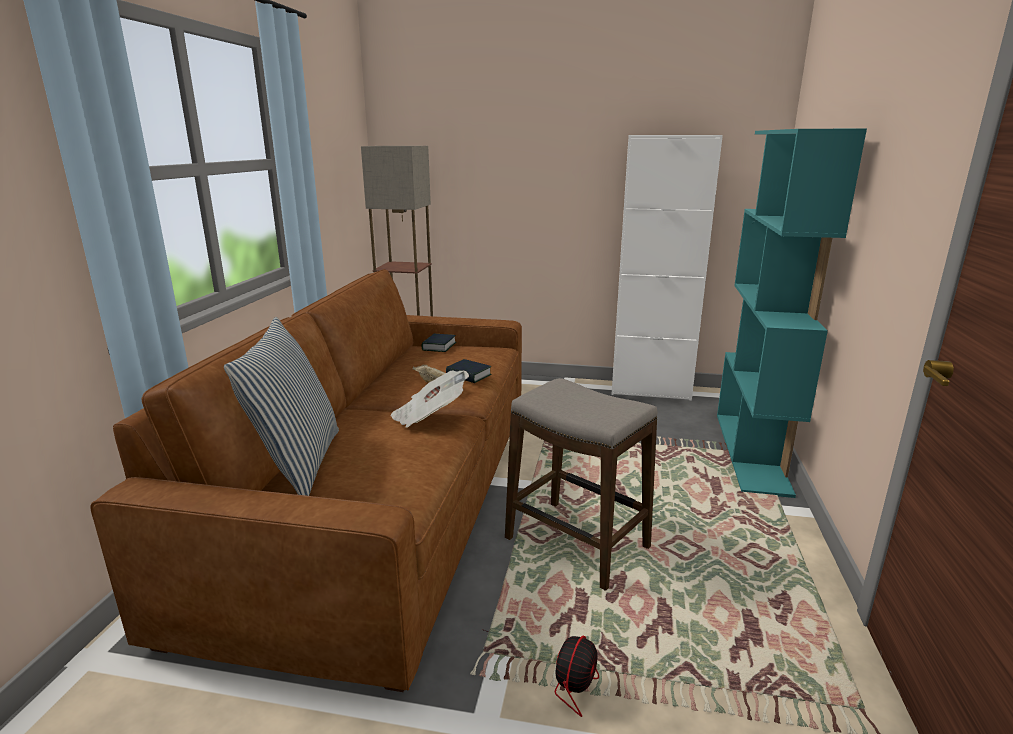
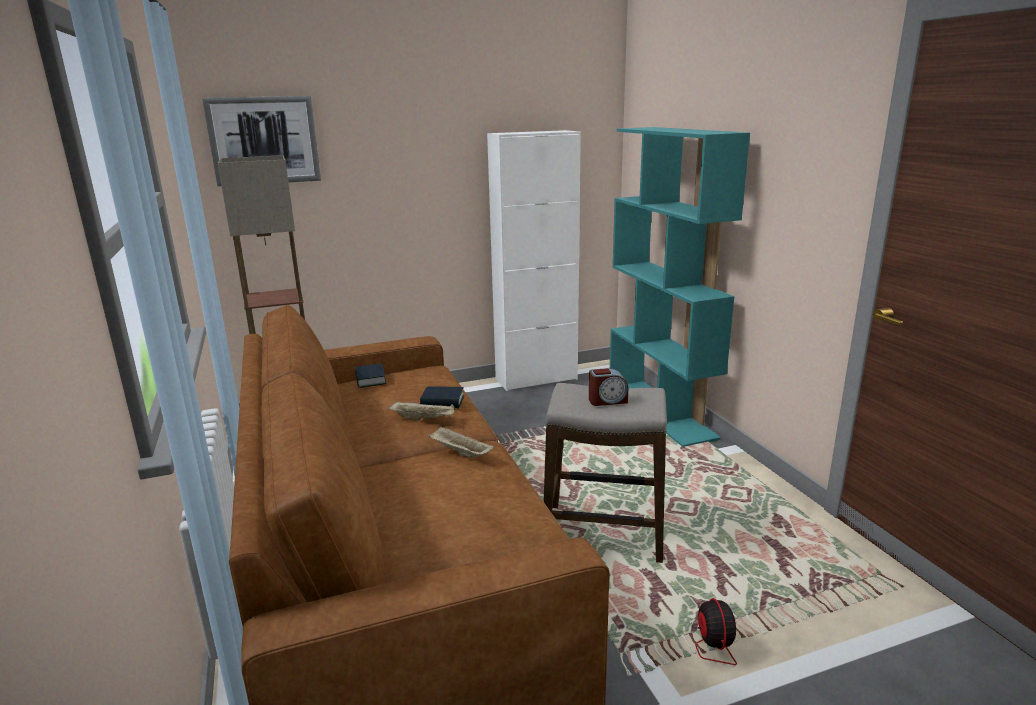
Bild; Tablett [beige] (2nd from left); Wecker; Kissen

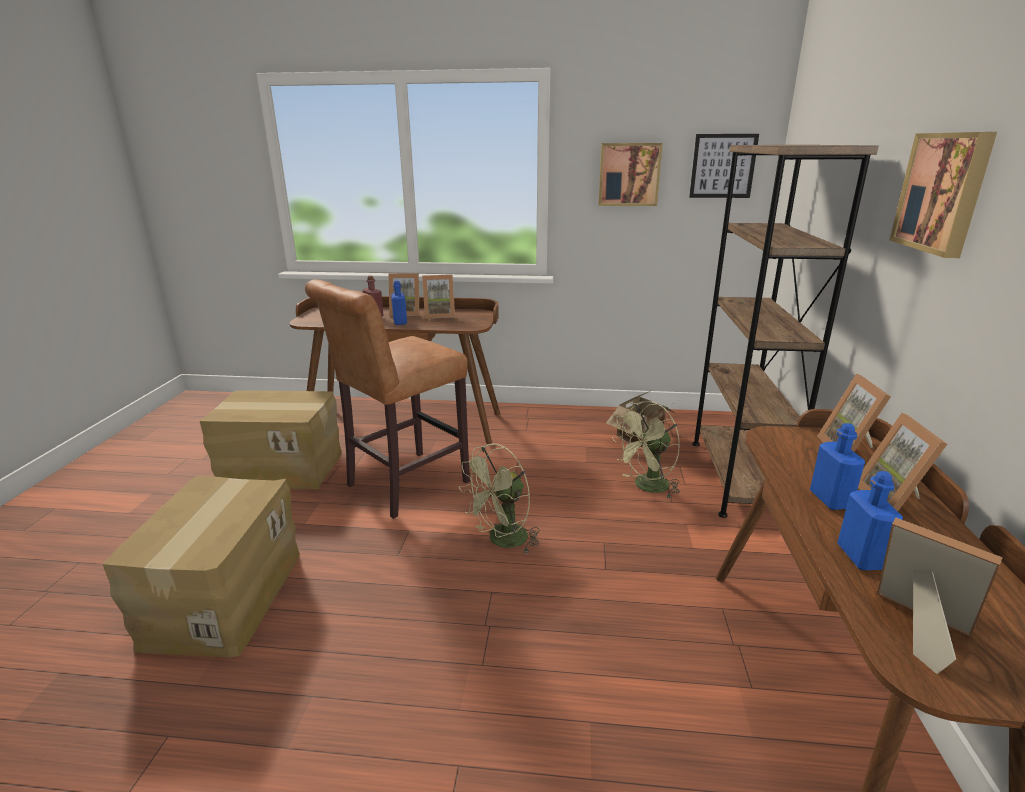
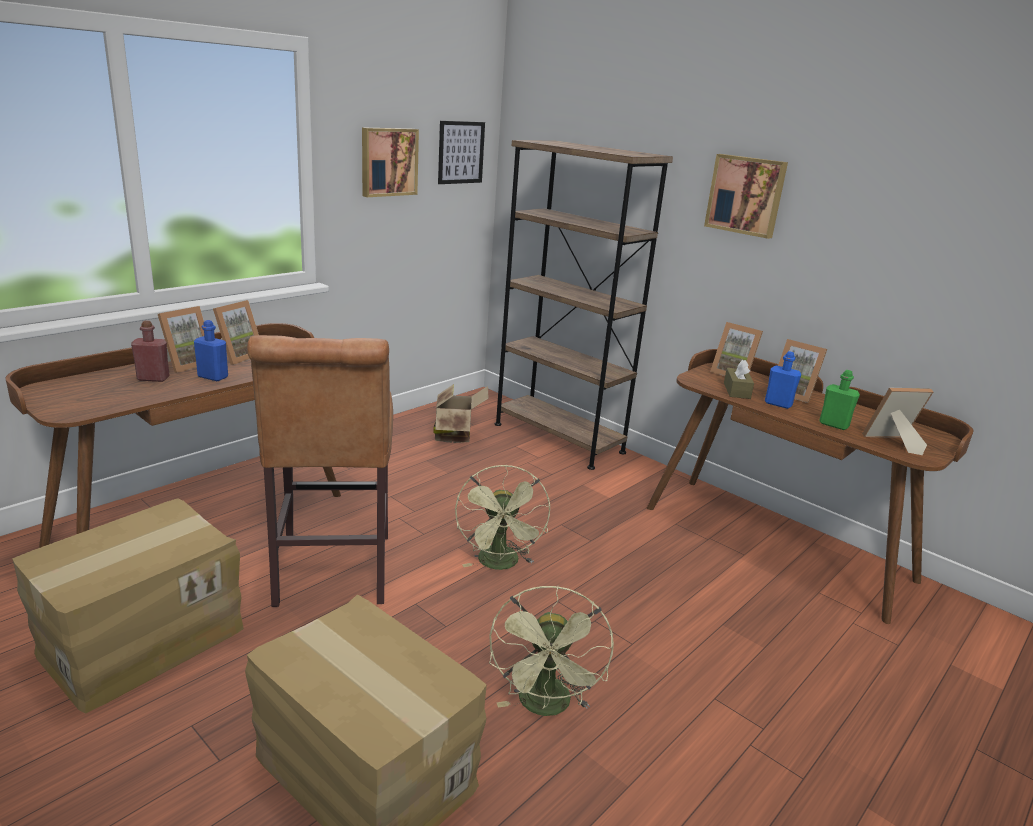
Ventilator [grün] (2nd from left); Taschentuchbox [braun]; Flasche [grün]

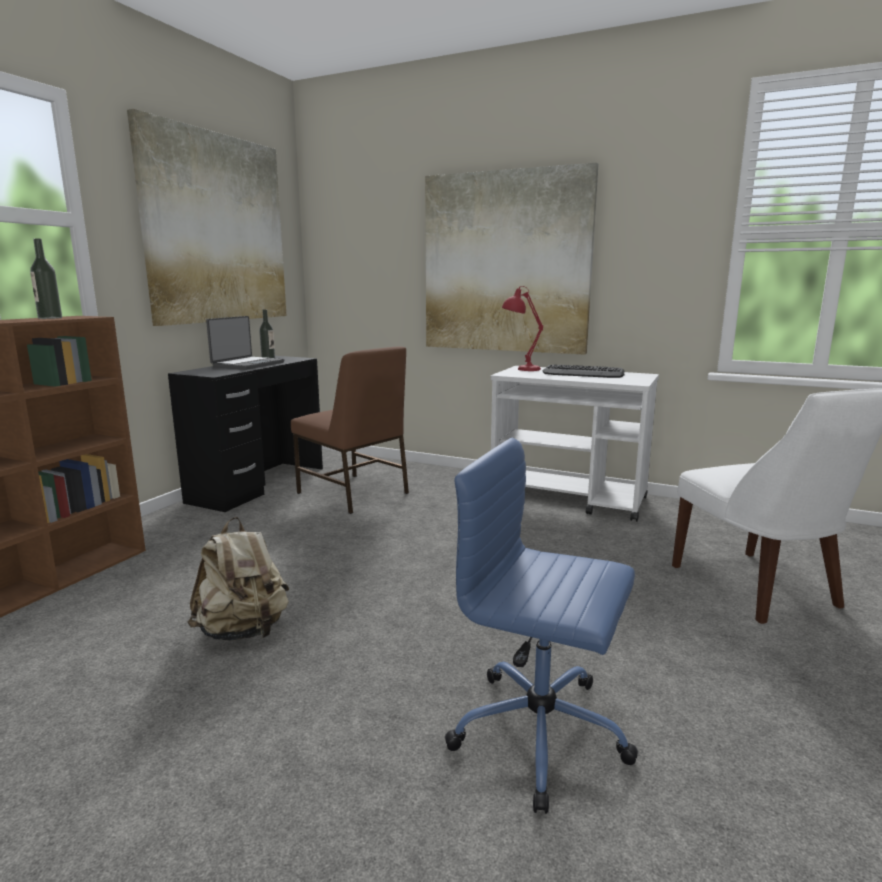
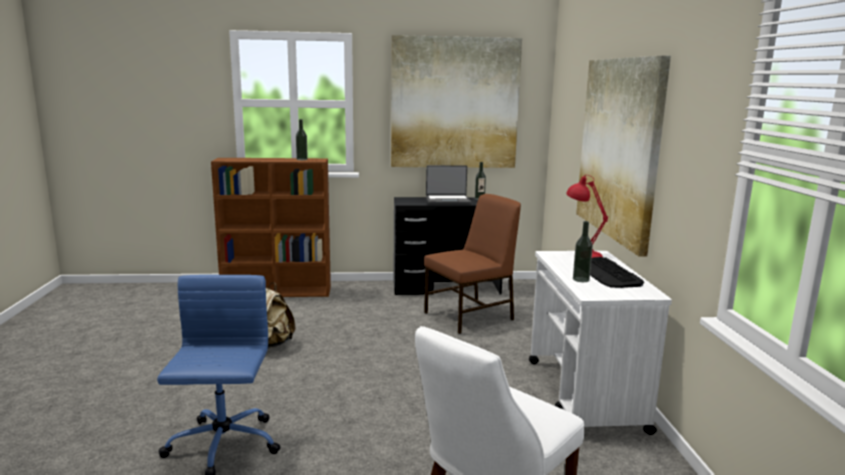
Stuhl [braun]; Flasche (3rd from left)

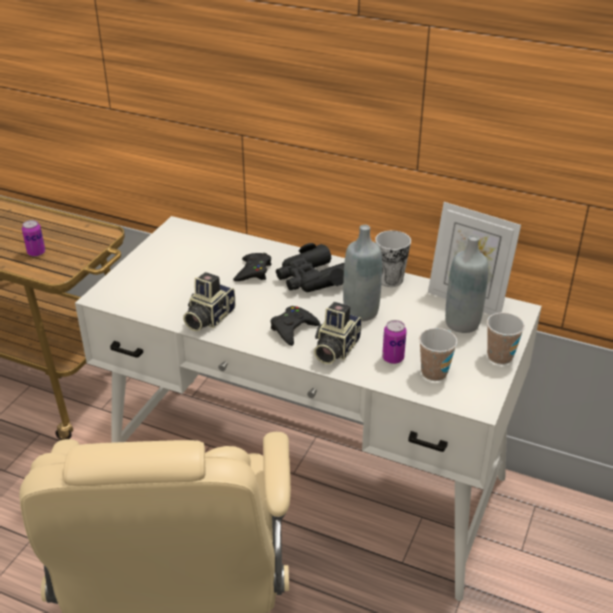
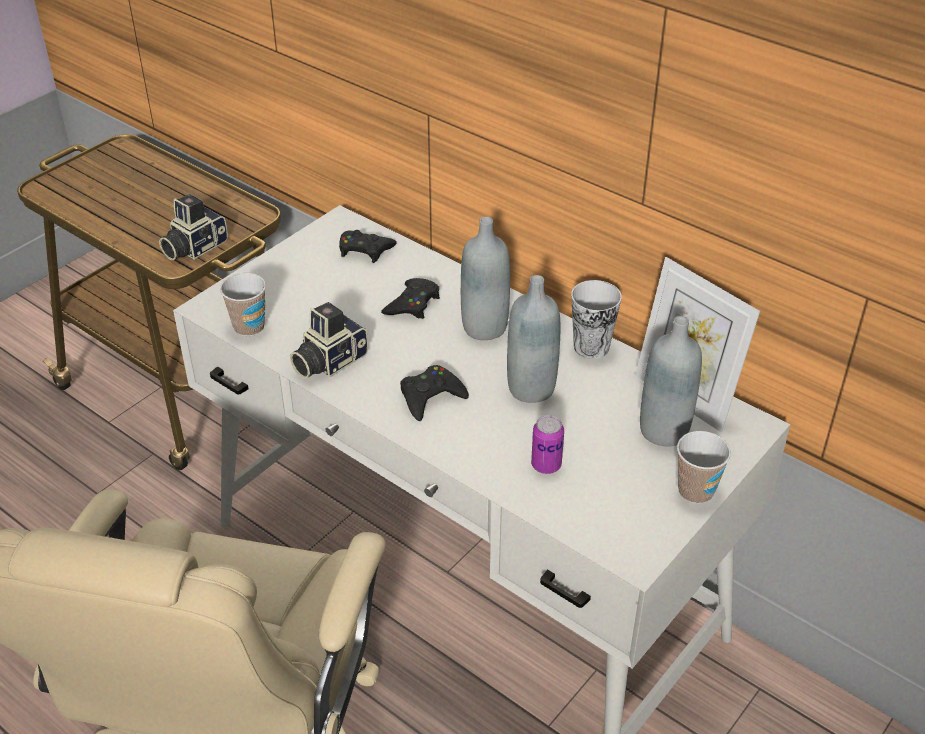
Kamera (1st from left); Tasse (1st from left); Gamepad [schwarz] (1st from left); Flasche [grau] (1st from left); Dose (1st from left in the first image)

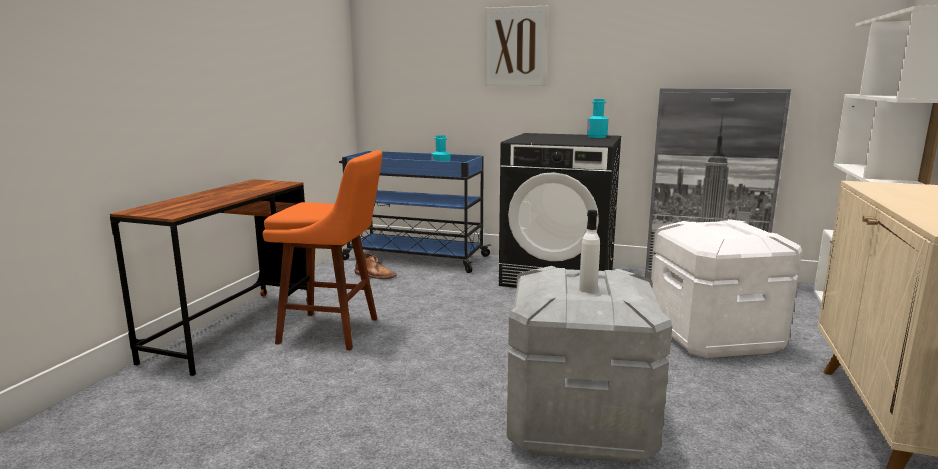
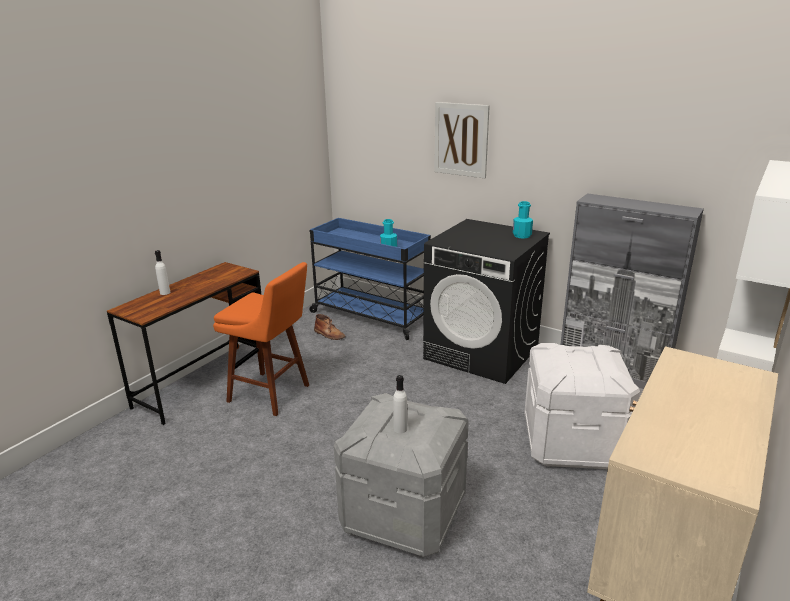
Flasche [weiß] (1st from left)

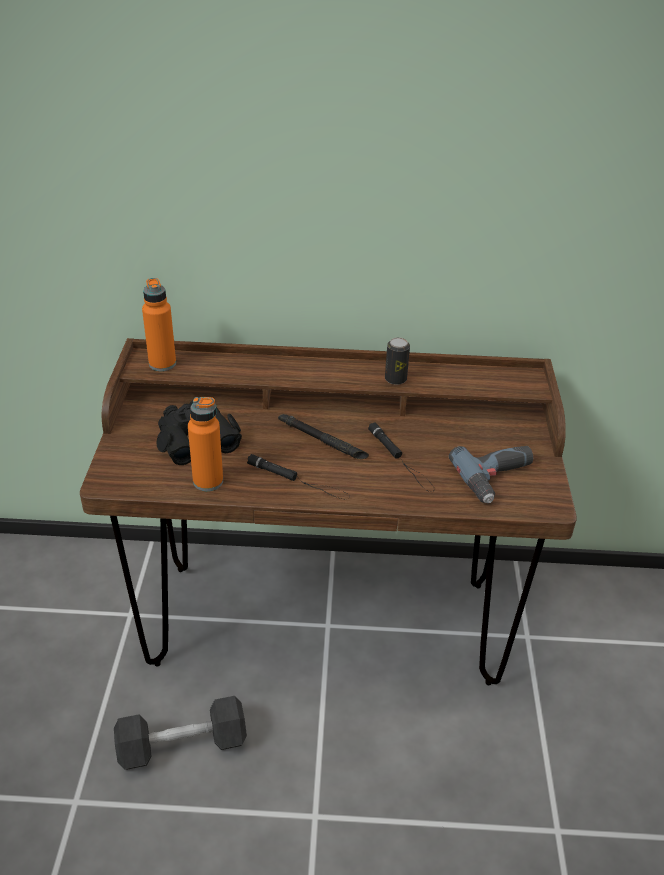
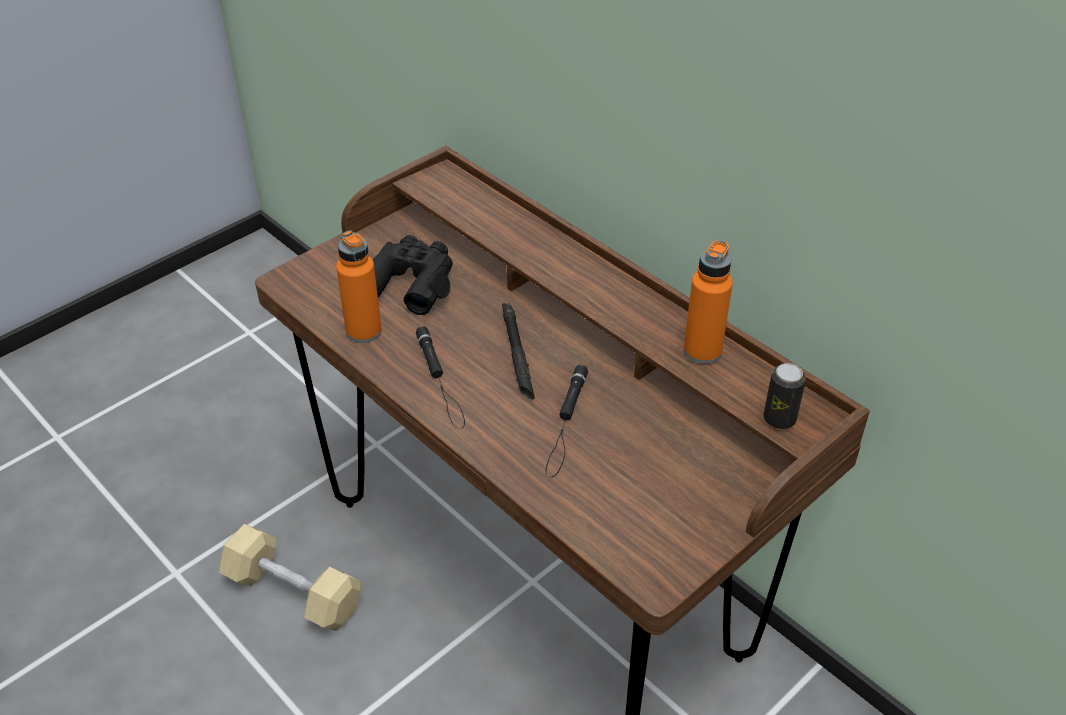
Hantel [beige]; Flasche [orange] (2nd from left); Dose; Bohrmaschine

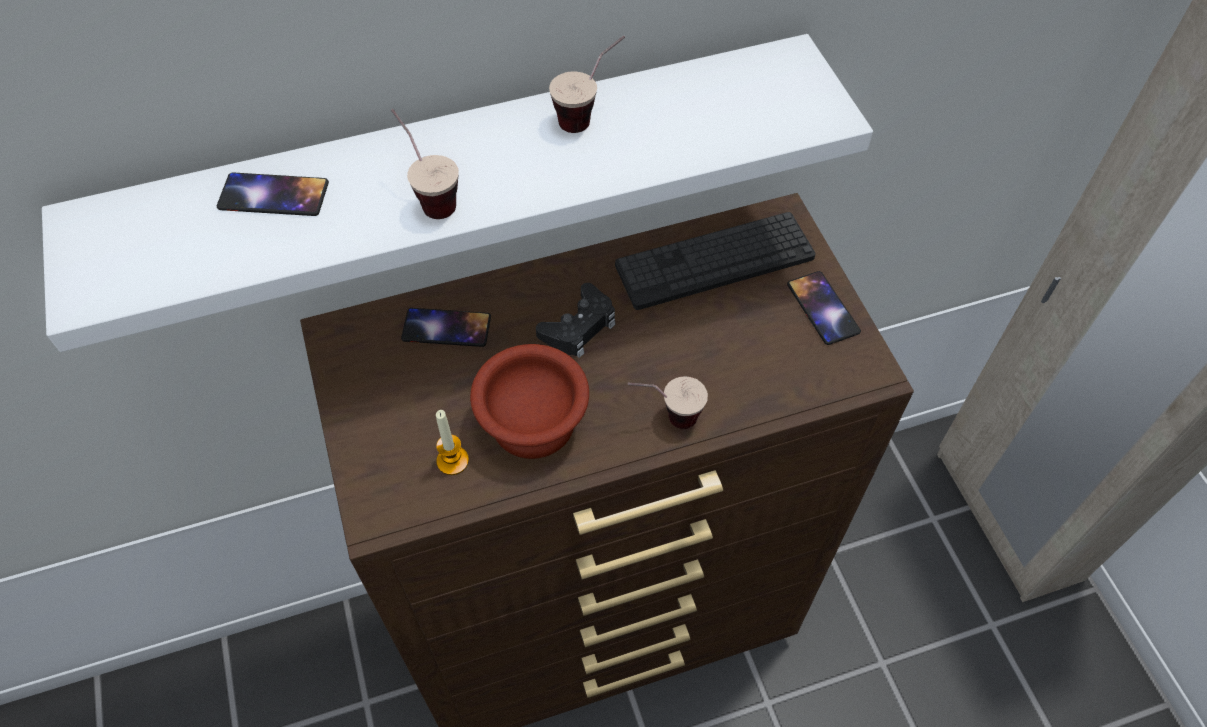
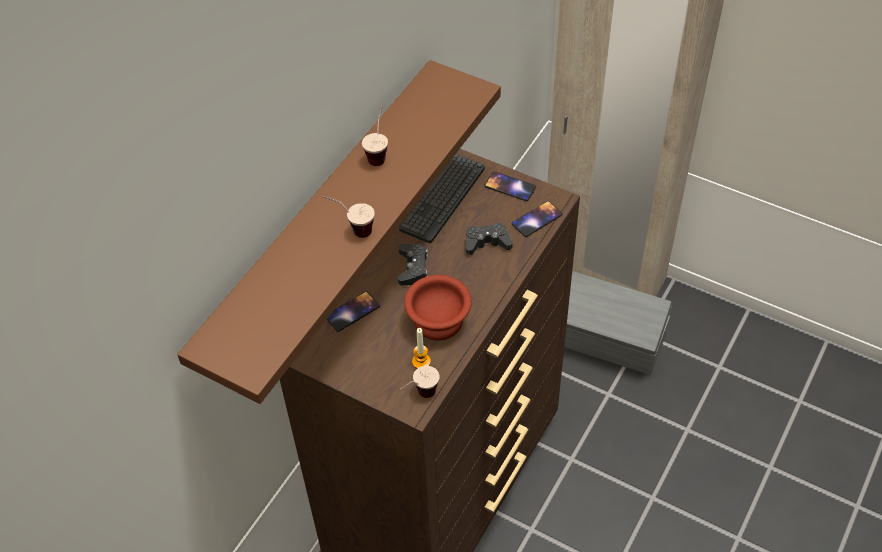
Wandregal [braun]; Tasse (3rd from left); Gamepad [schwarz] (2nd from left); Handy (3rd from left); Aufbewahrungsbox [grau]

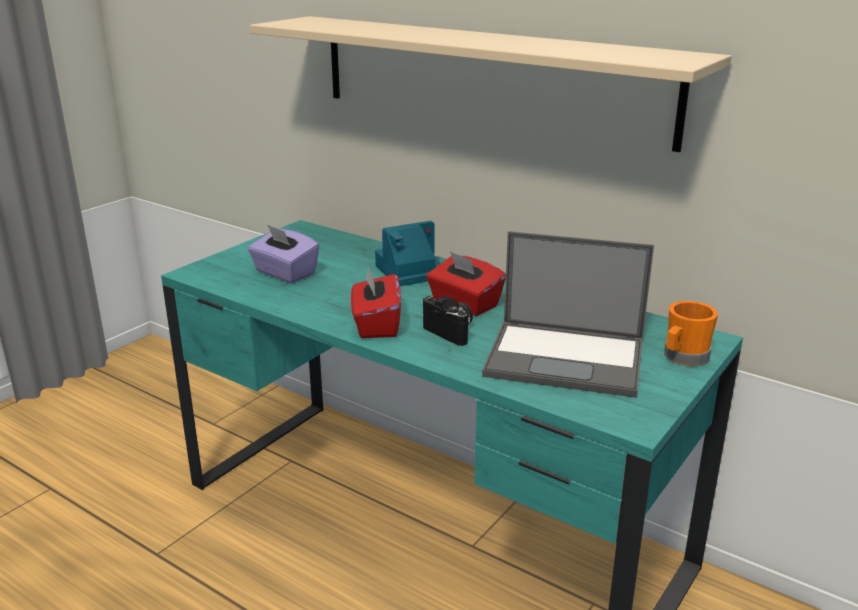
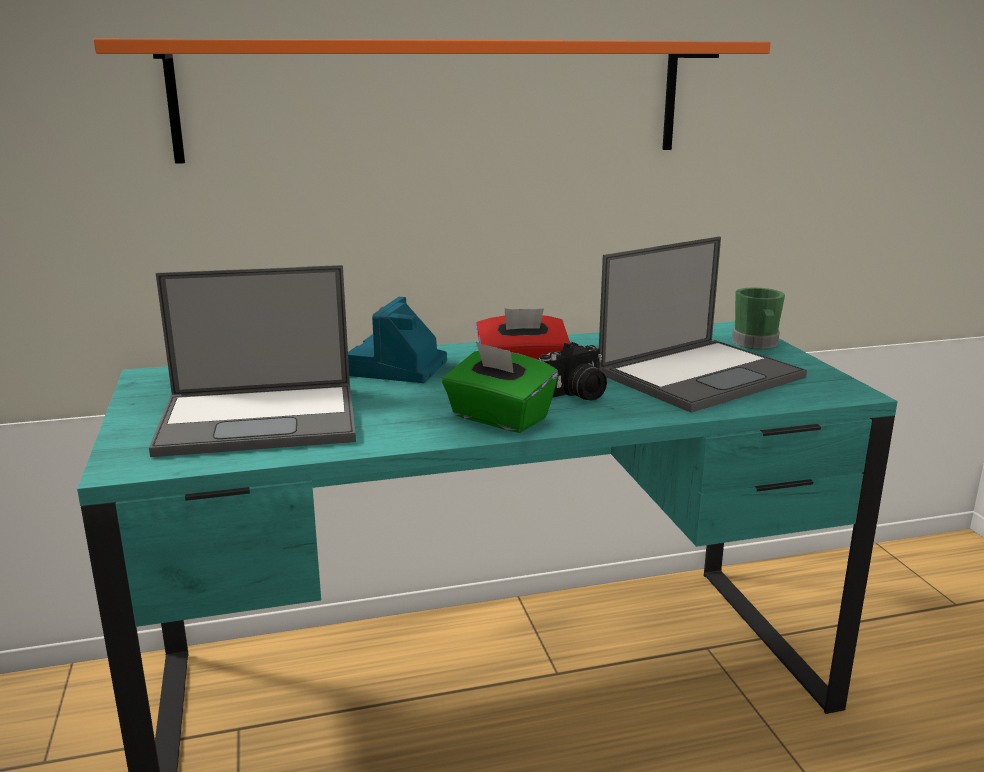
Wandregal [orange]; Laptop (1st from left); Taschentuchbox [grün]; Kamera (2nd from left); Henkelbecher [grün]

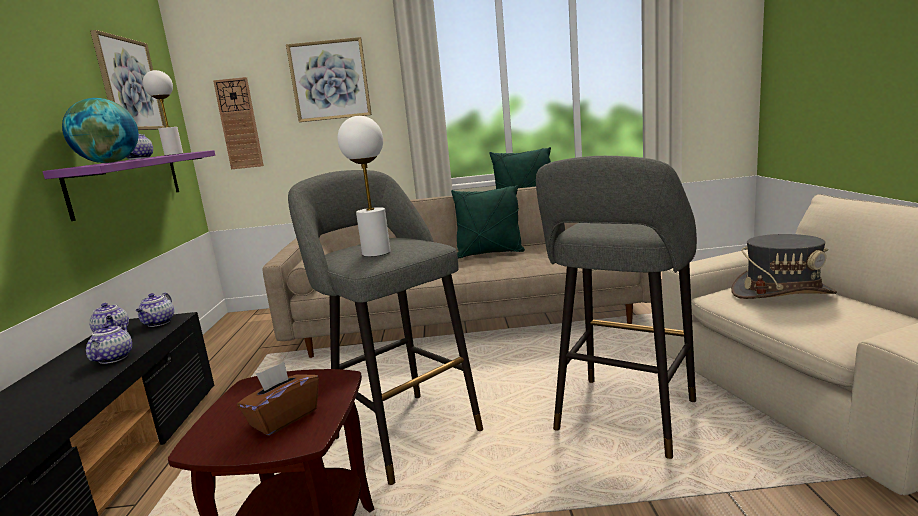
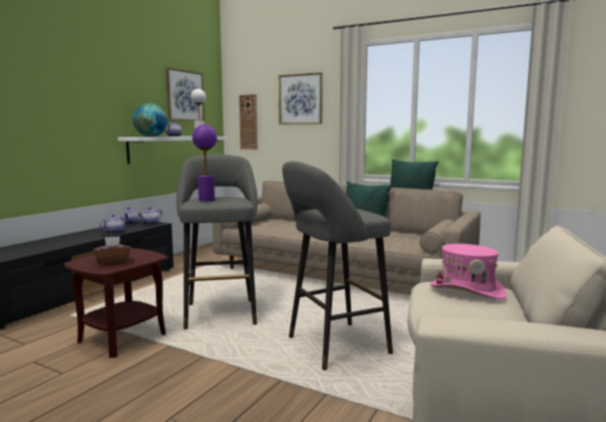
Wandregal [weiß]; Tischlampe [lila]; Hut [rosa]

